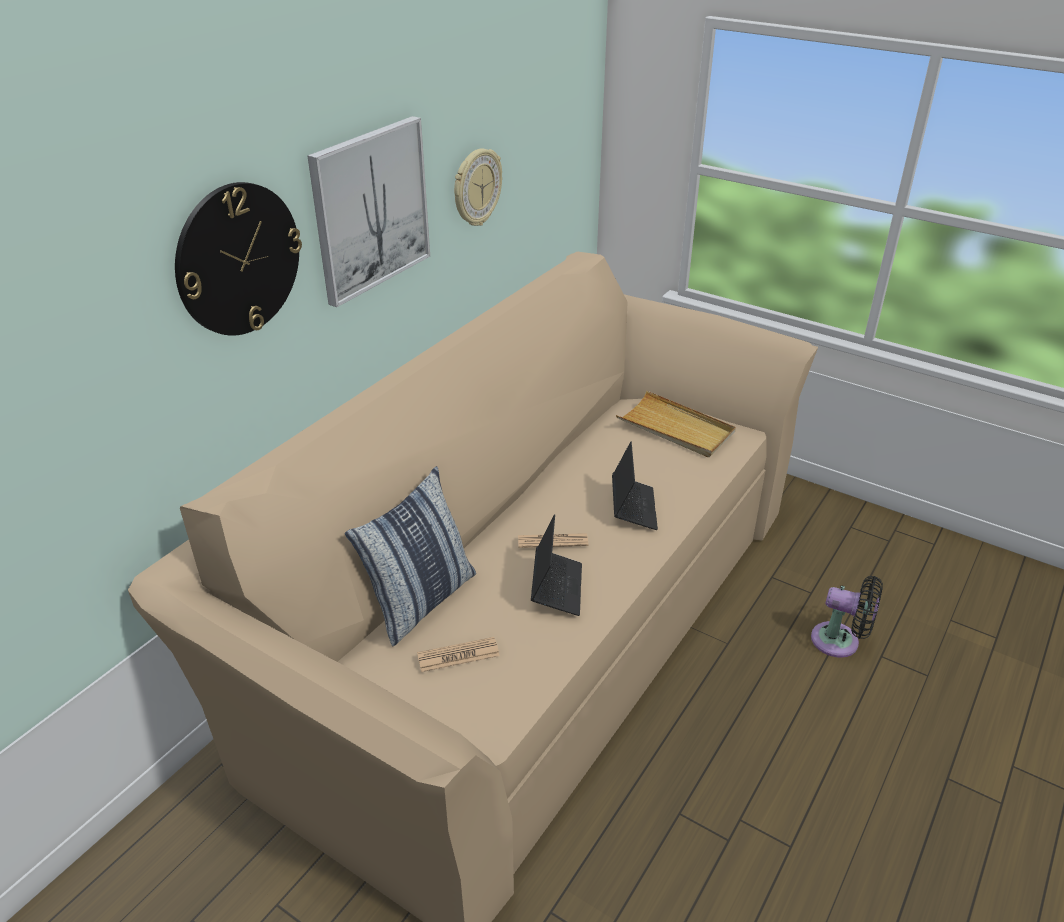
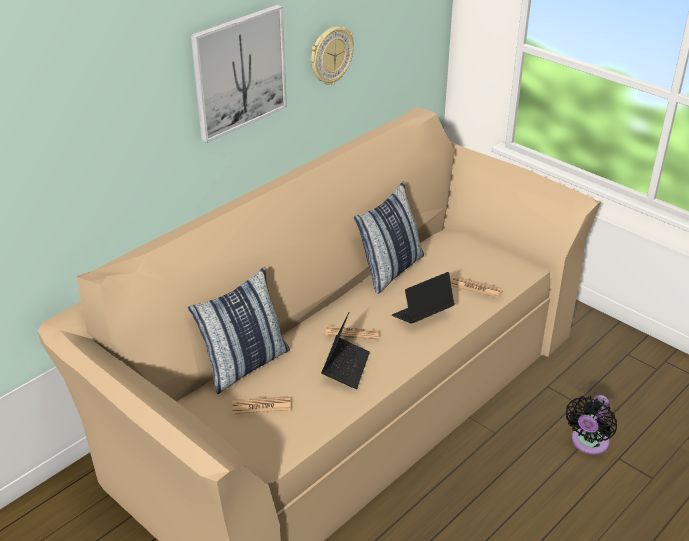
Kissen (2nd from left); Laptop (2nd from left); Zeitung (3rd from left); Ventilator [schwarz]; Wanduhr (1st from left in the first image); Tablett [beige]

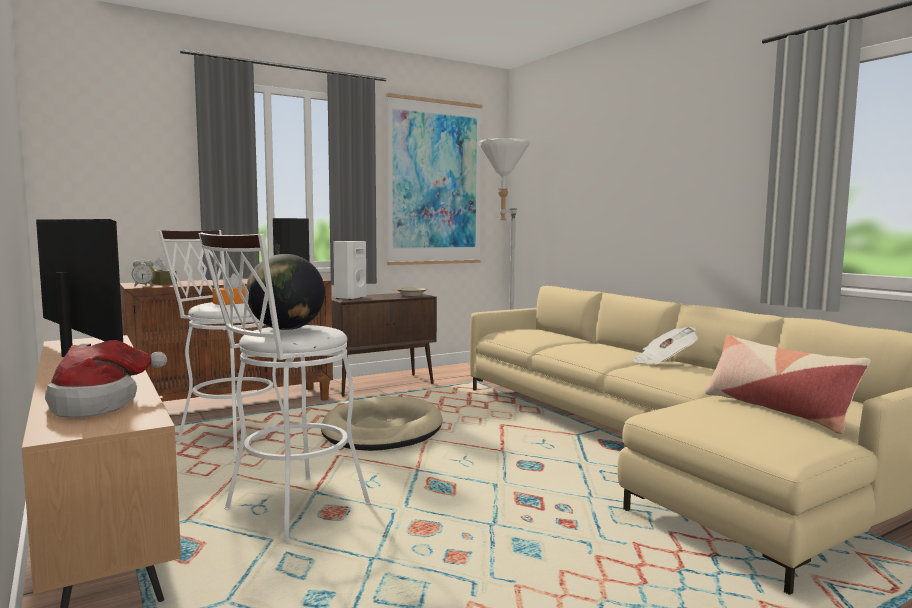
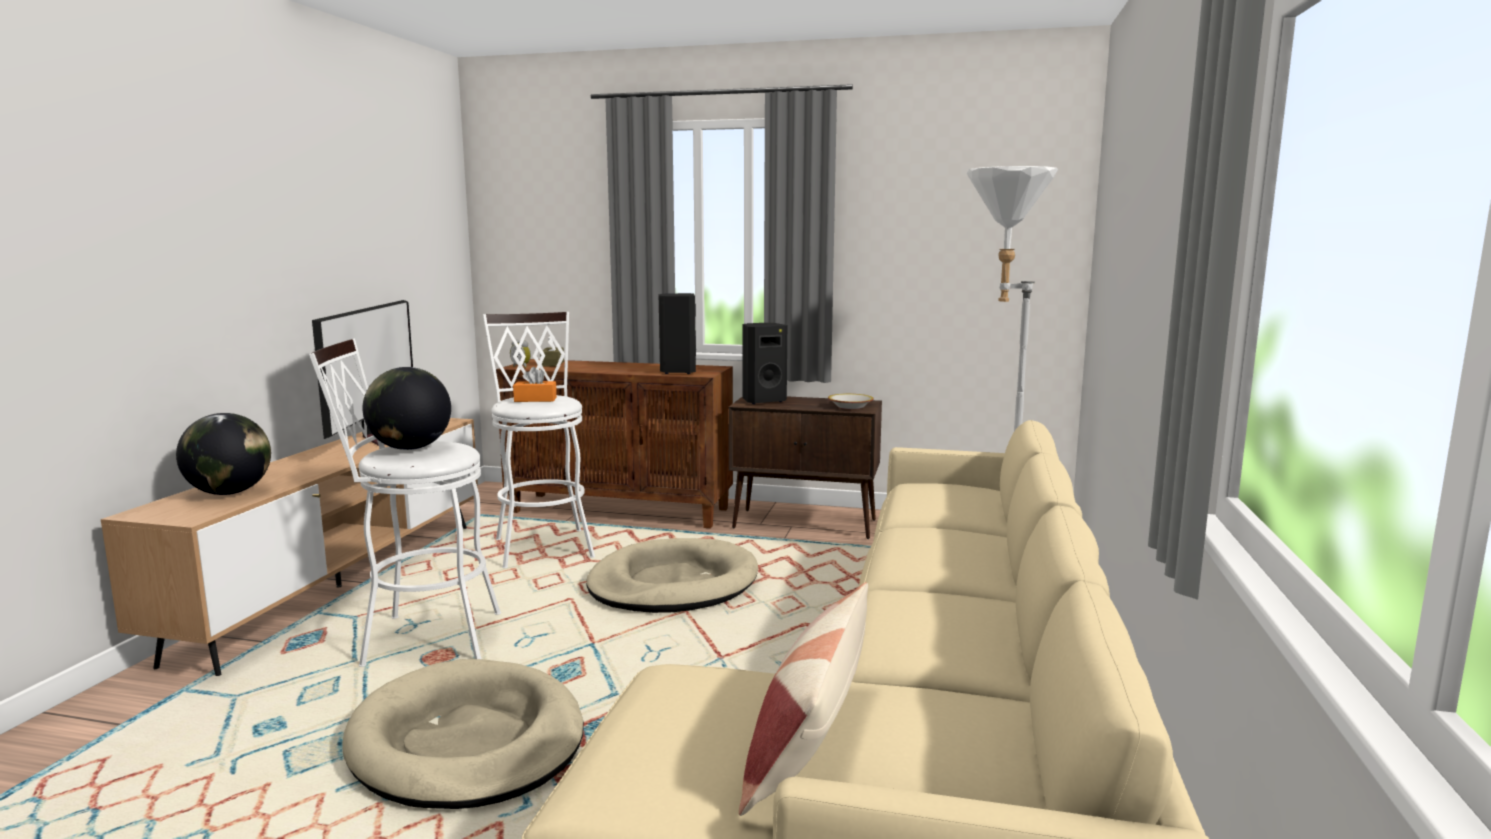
Globus (1st from left); Hundebett [beige] (1st from left); Lautsprecher [schwarz] (2nd from left); Bild; Zeitung

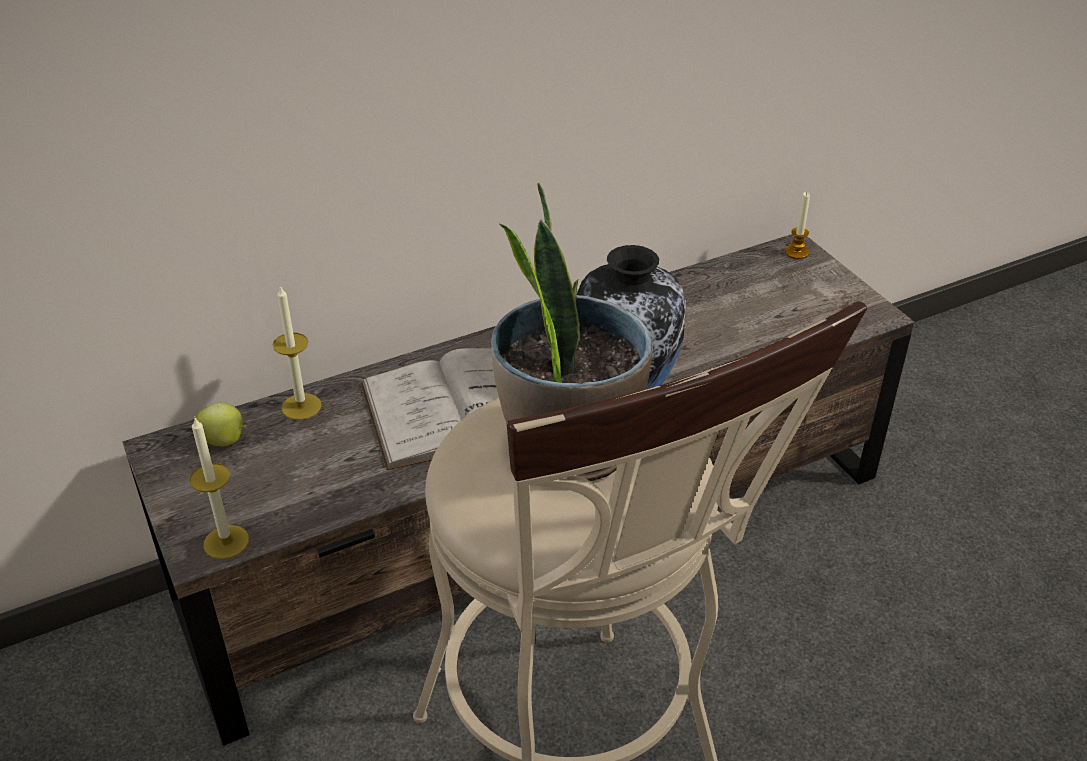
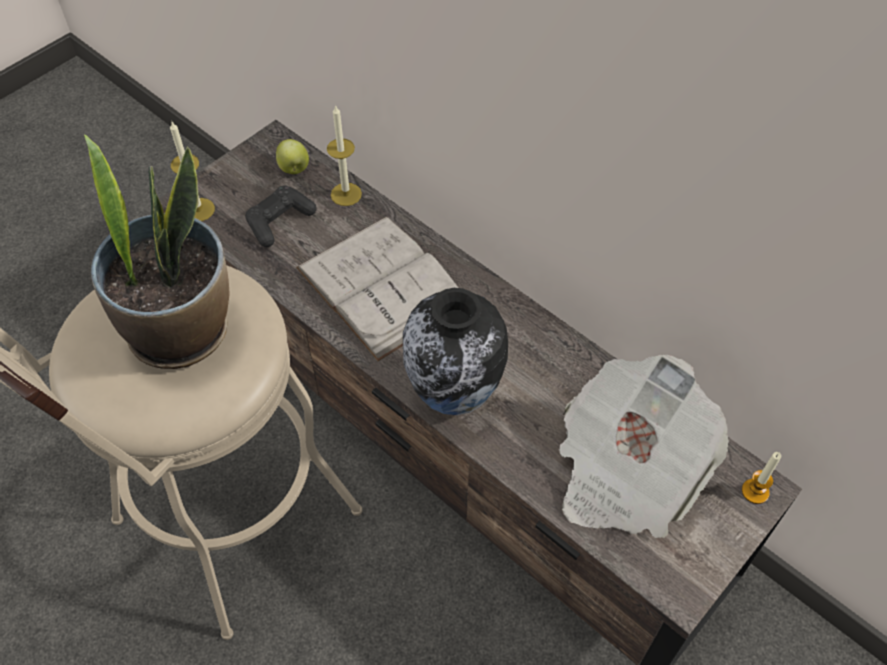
Gamepad [schwarz]; Zeitung

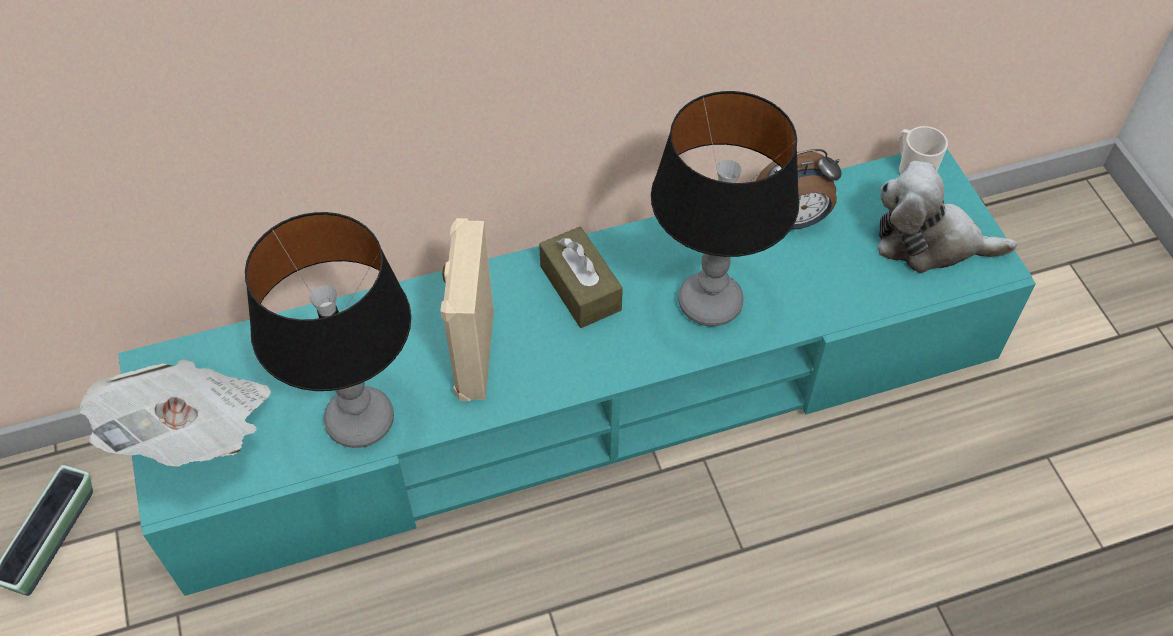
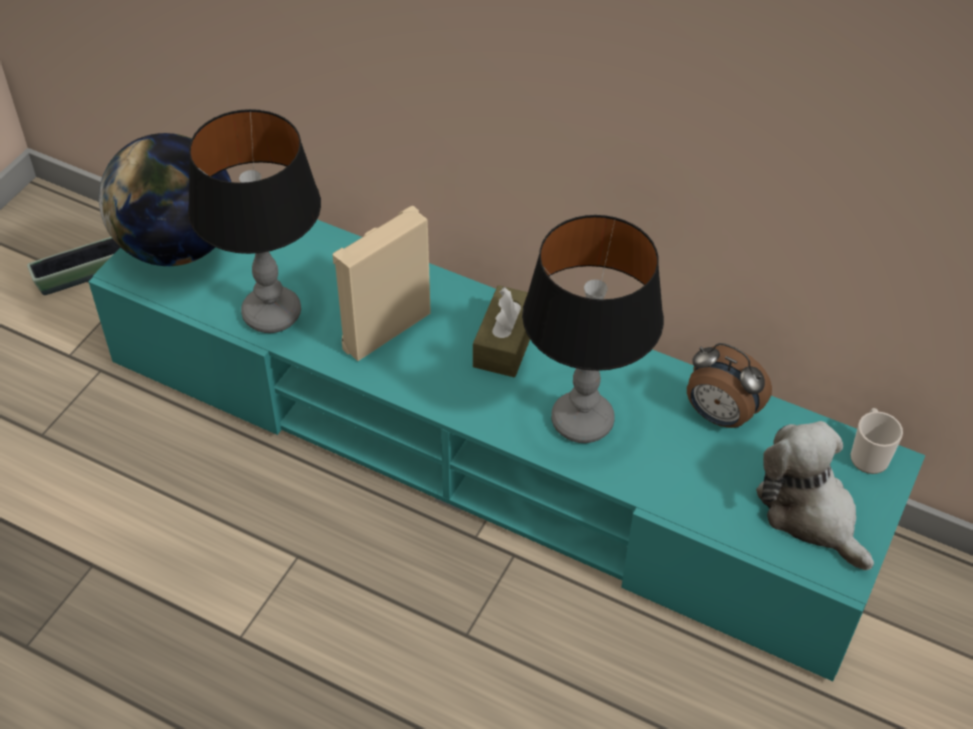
Globus

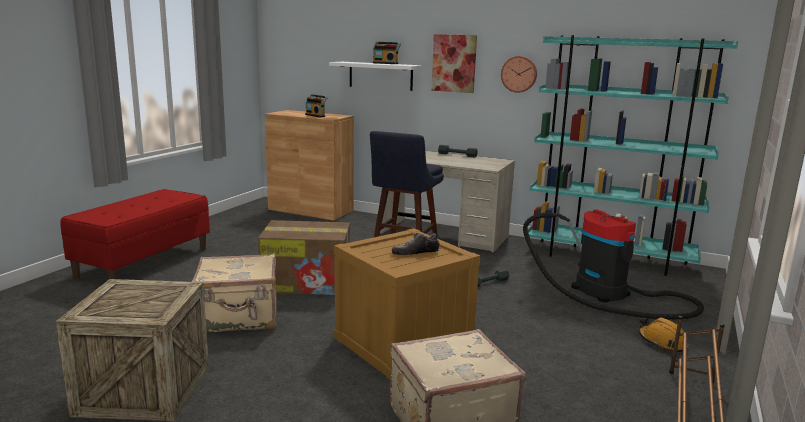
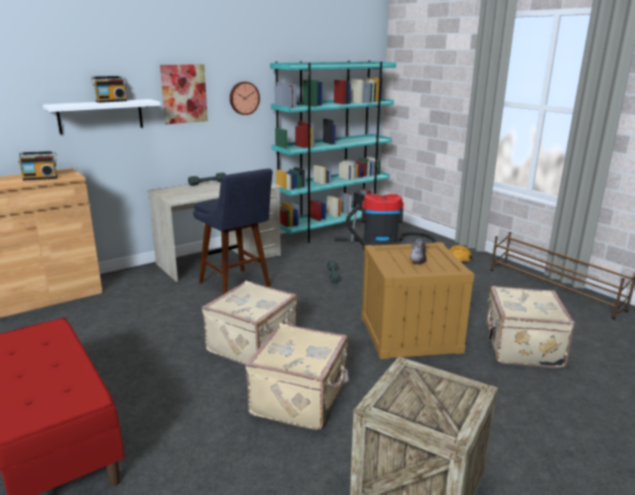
Koffer [beige] (1st from left)

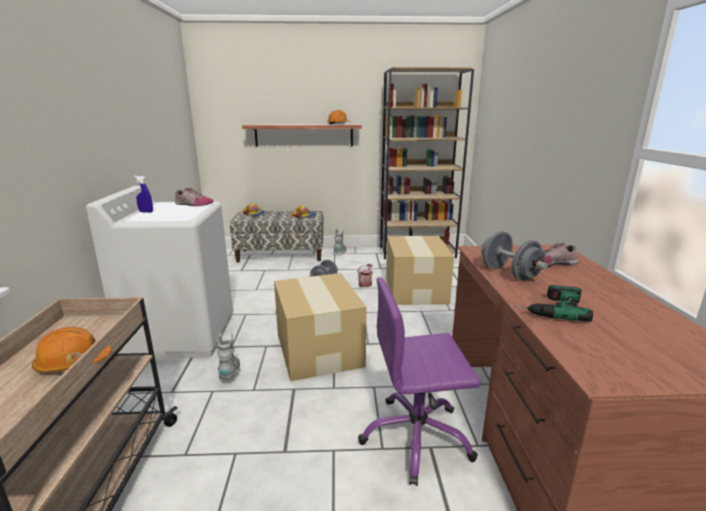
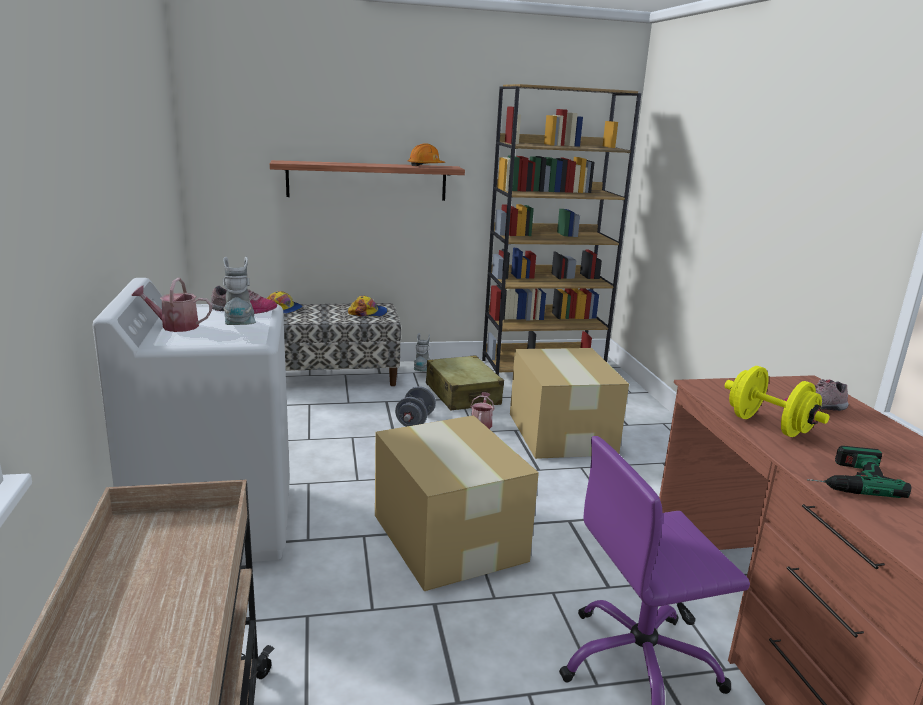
Gießkanne (1st from left); Stiefel [grau] (1st from left); Koffer [beige]; Hantel [gelb]; Schutzhelm [orange] (1st from left in the first image)

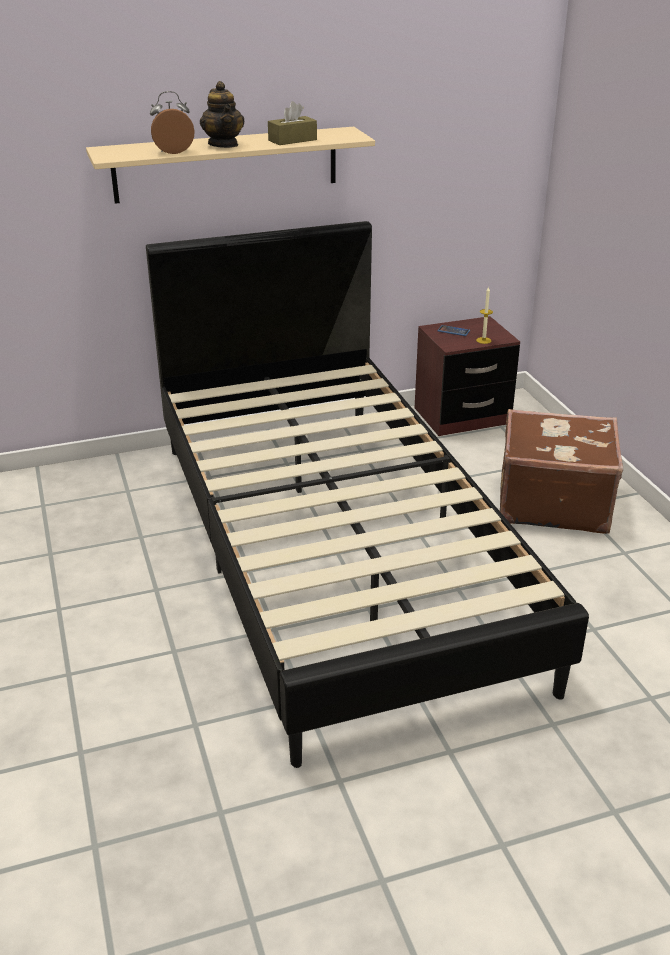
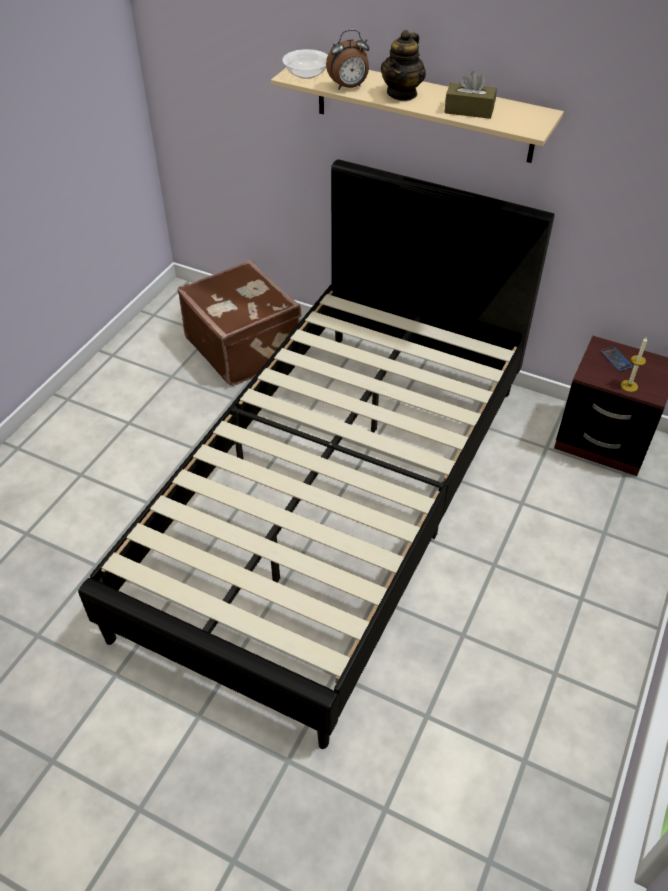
Koffer [braun]; Schüssel; Wecker

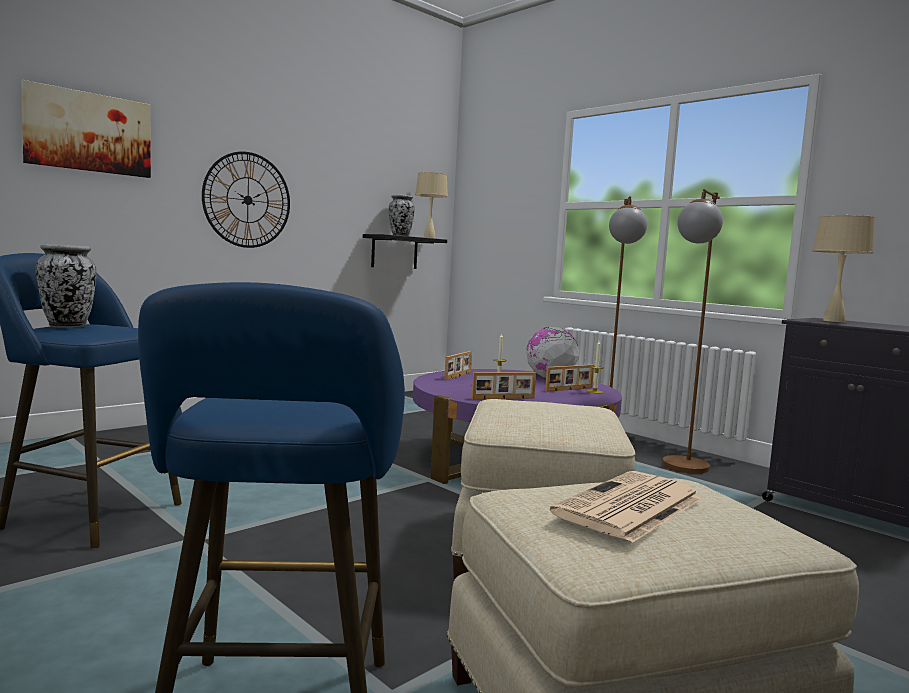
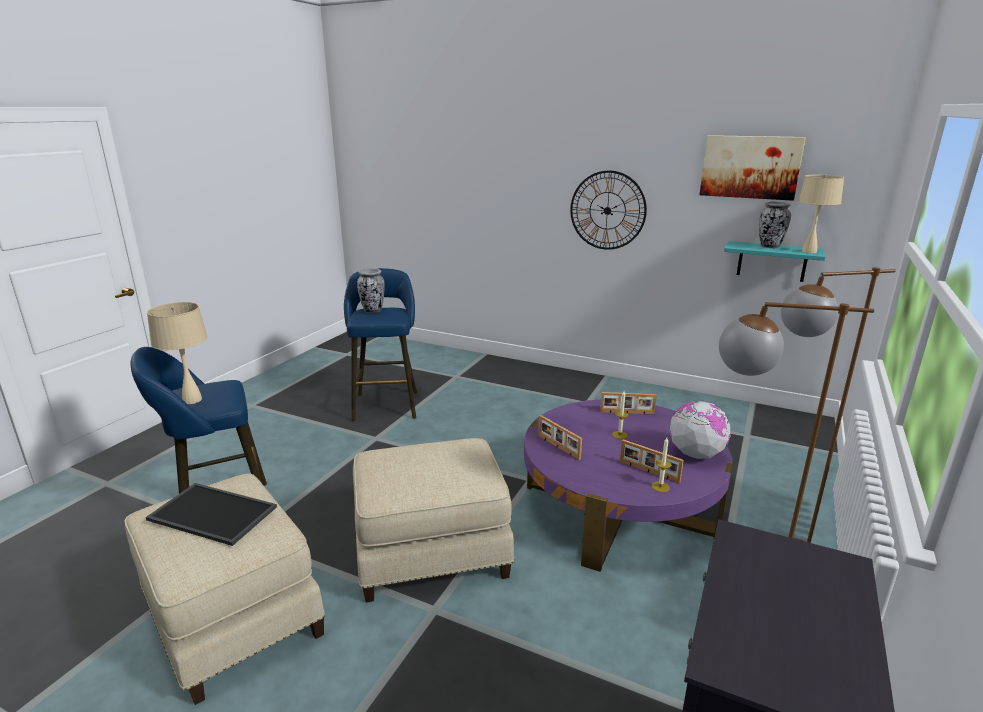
Tablett; Tischlampe [beige] (1st from left); Bild; Wandregal [türkis]

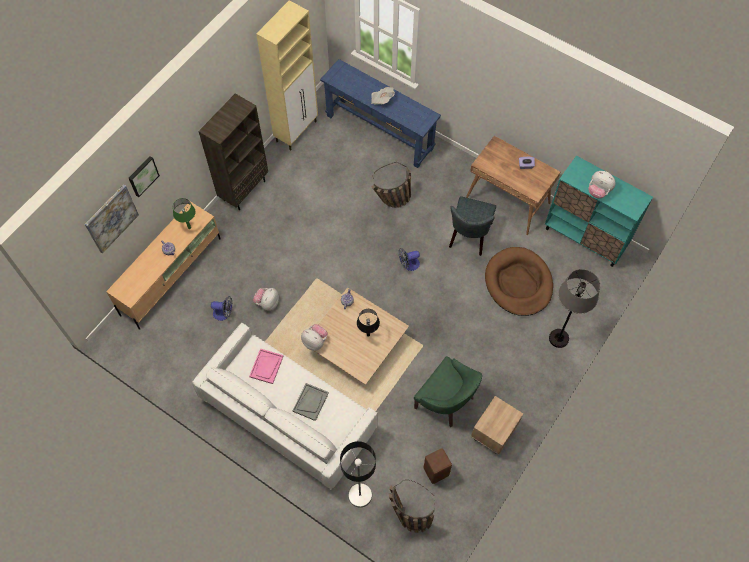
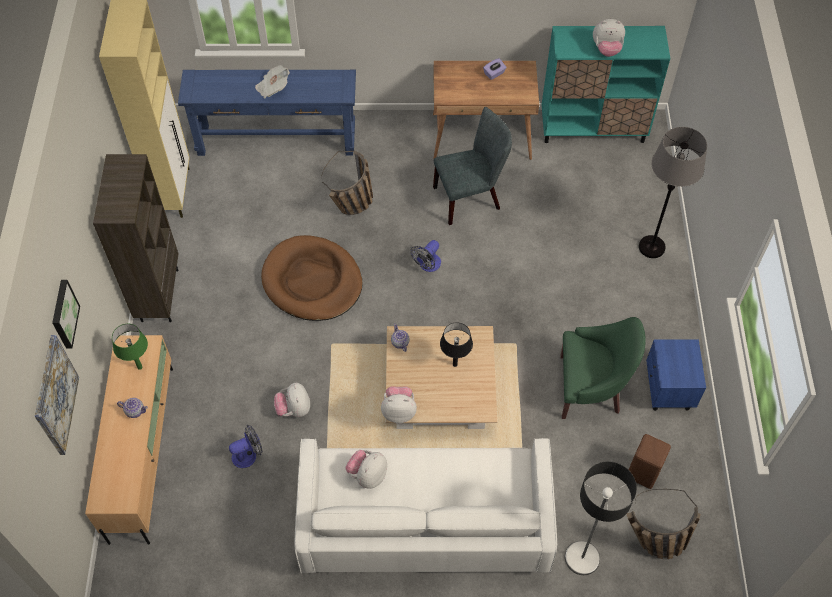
Hundebett [braun]; Plüschtier (2nd from left); Stuhl [grau]; Nachttisch [blau]; Tablett [grau]

